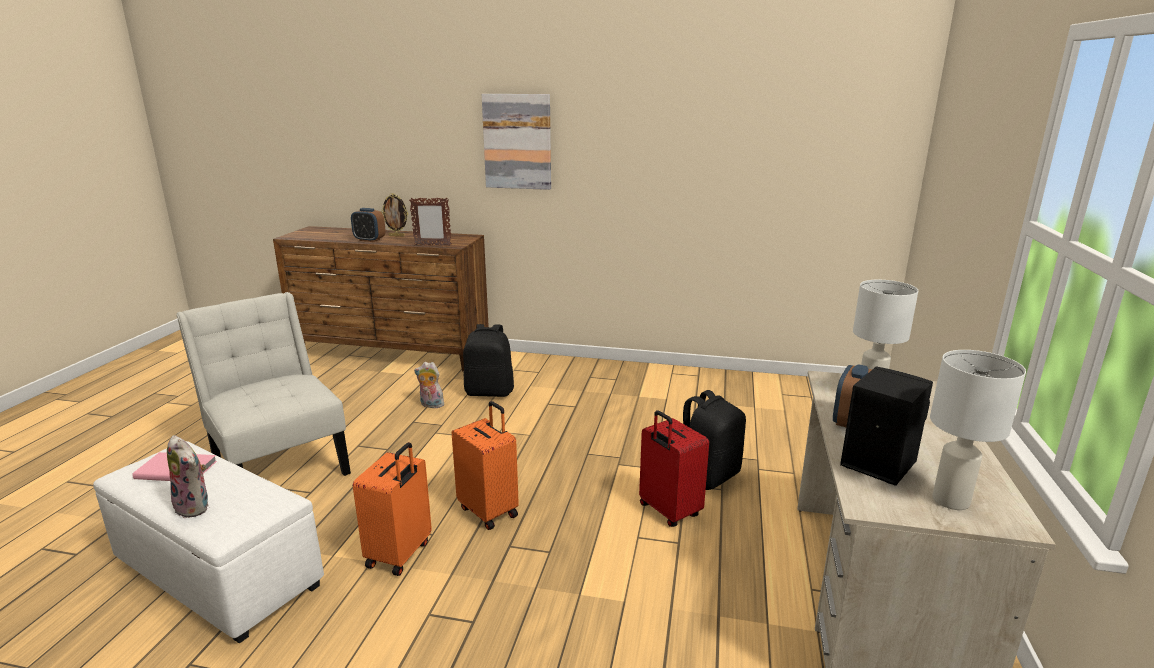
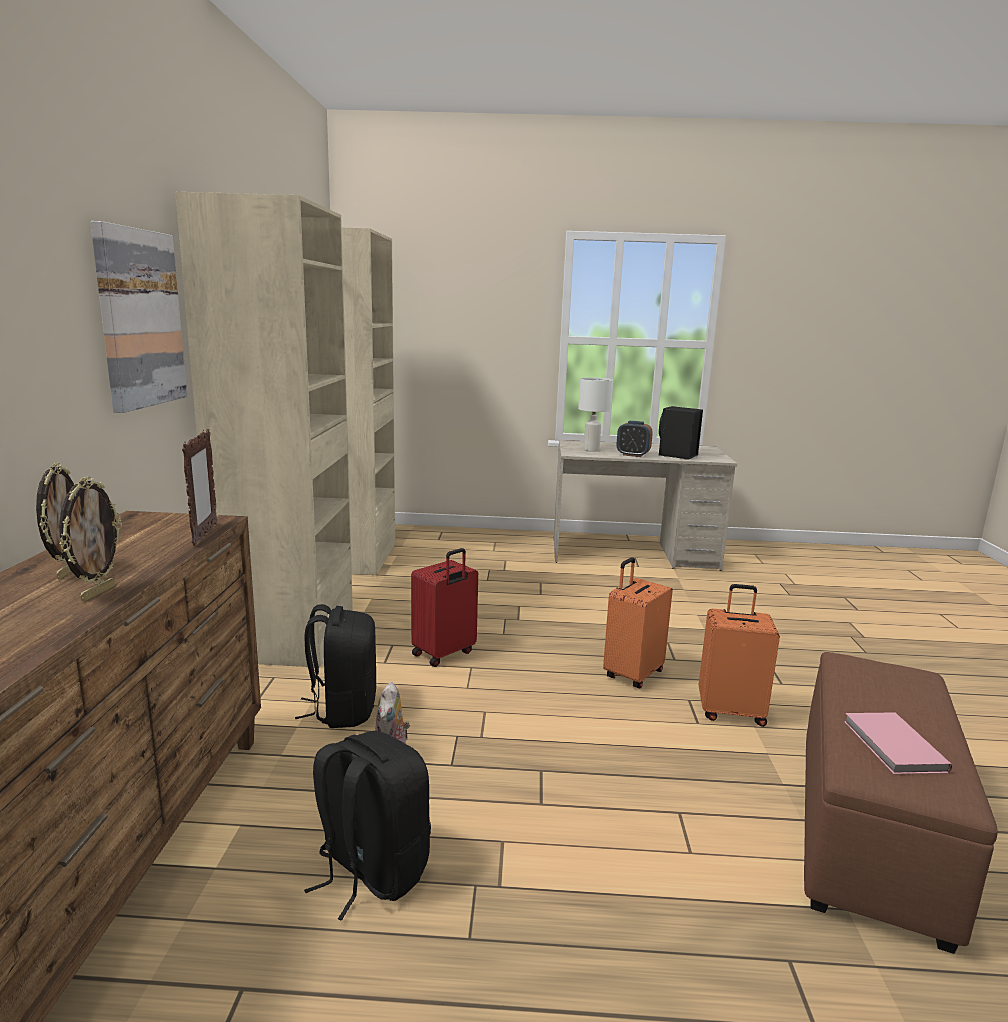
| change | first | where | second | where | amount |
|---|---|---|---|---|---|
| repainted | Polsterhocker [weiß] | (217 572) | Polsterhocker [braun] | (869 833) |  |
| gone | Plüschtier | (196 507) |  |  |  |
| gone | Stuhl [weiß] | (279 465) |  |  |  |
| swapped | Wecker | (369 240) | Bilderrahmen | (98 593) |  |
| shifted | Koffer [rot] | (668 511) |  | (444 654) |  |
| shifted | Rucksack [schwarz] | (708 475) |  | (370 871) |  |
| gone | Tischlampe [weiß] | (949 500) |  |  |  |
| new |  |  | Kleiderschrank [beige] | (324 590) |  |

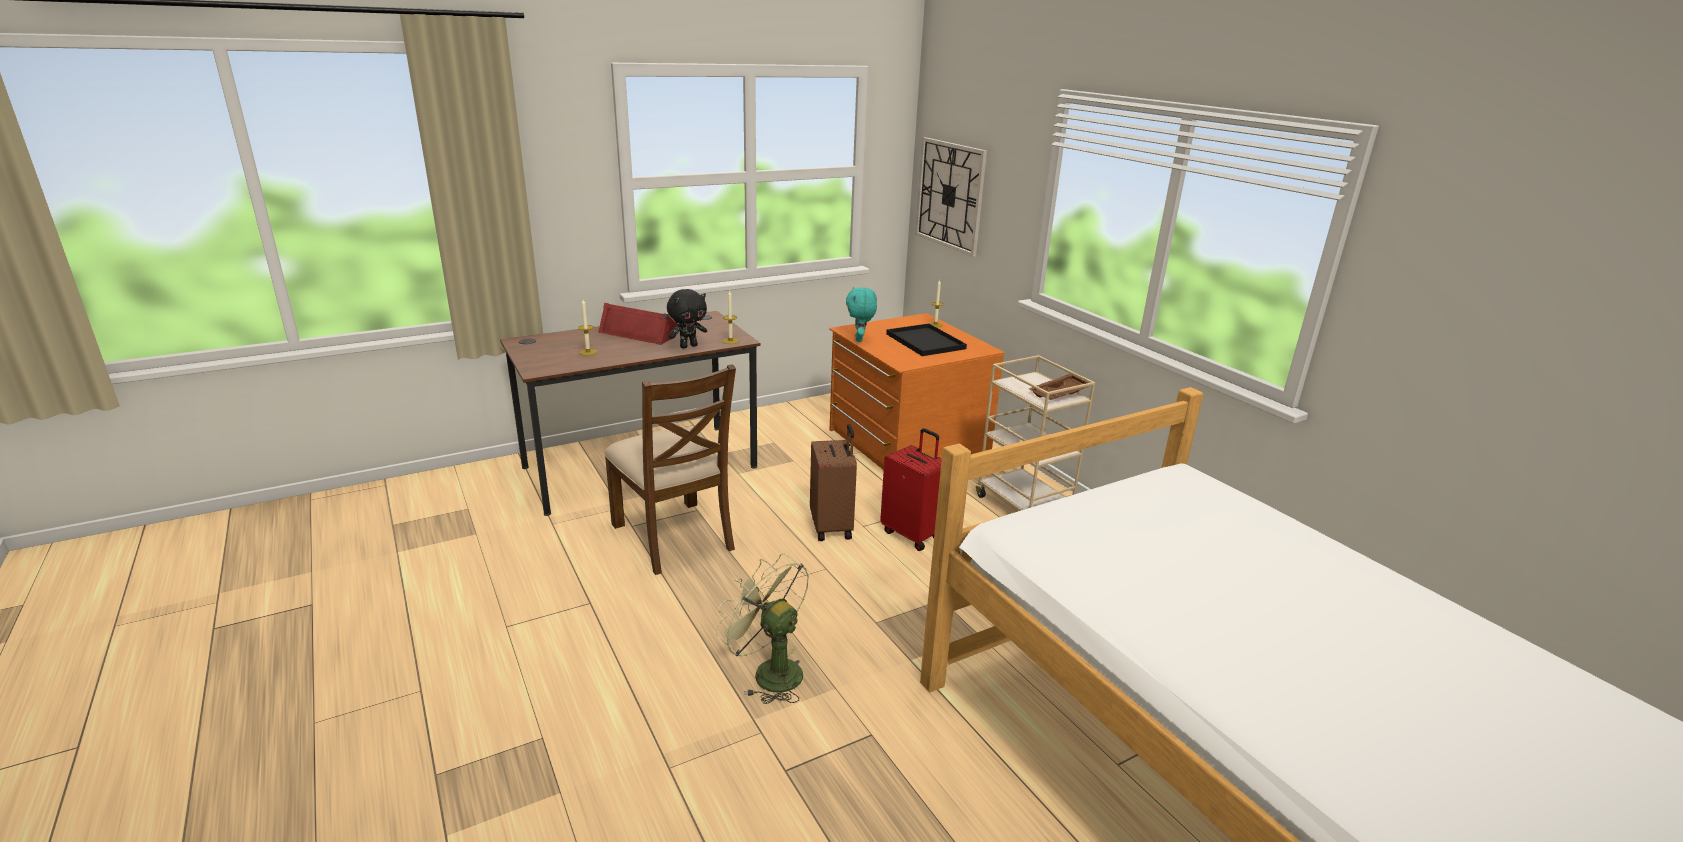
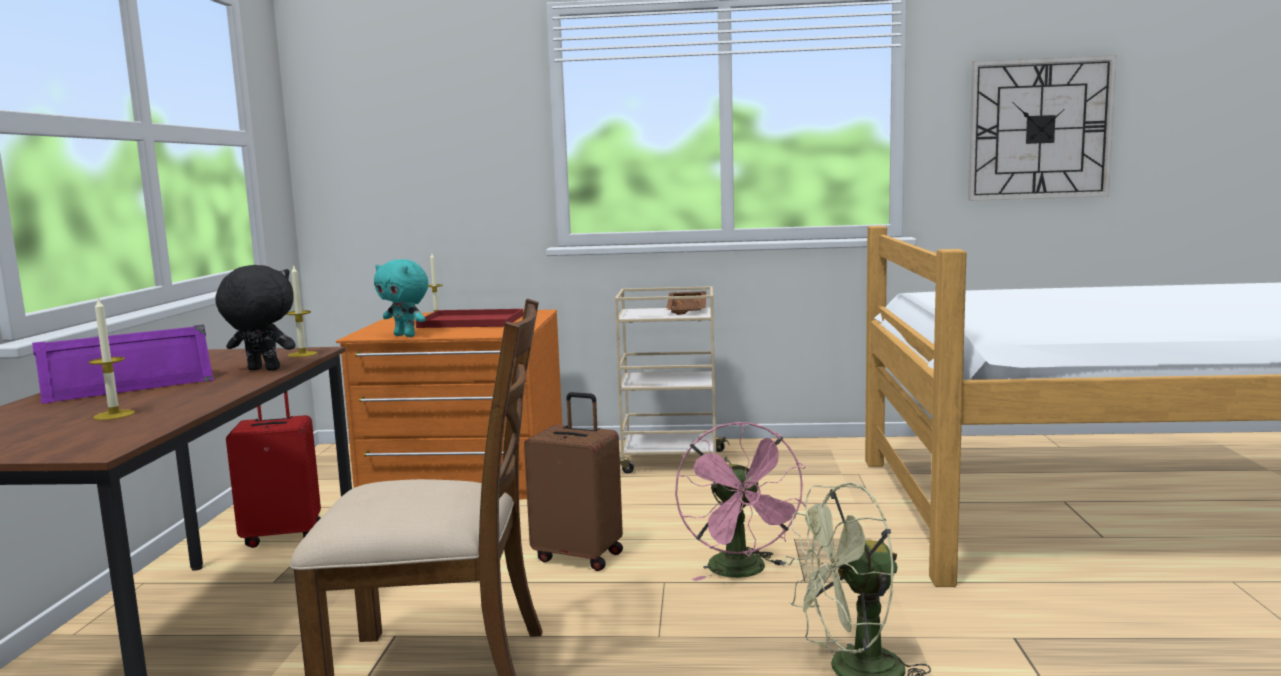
| change | first | where | second | where | amount |
|---|---|---|---|---|---|
| repainted | Lautsprecher [rot] | (639 333) | Lautsprecher [lila] | (128 385) |  |
| rotated | Plüschtier [schwarz] | (688 346) |  | (262 370) | 75 degrees counterclockwise |
| shifted | Koffer [rot] | (912 534) |  | (283 536) |  |
| repainted | Tablett [schwarz] | (924 341) | Tablett [rot] | (469 321) |  |
| shifted | Wanduhr | (950 195) |  | (1039 129) |  |
| new |  |  | Ventilator [rosa] | (743 572) |  |

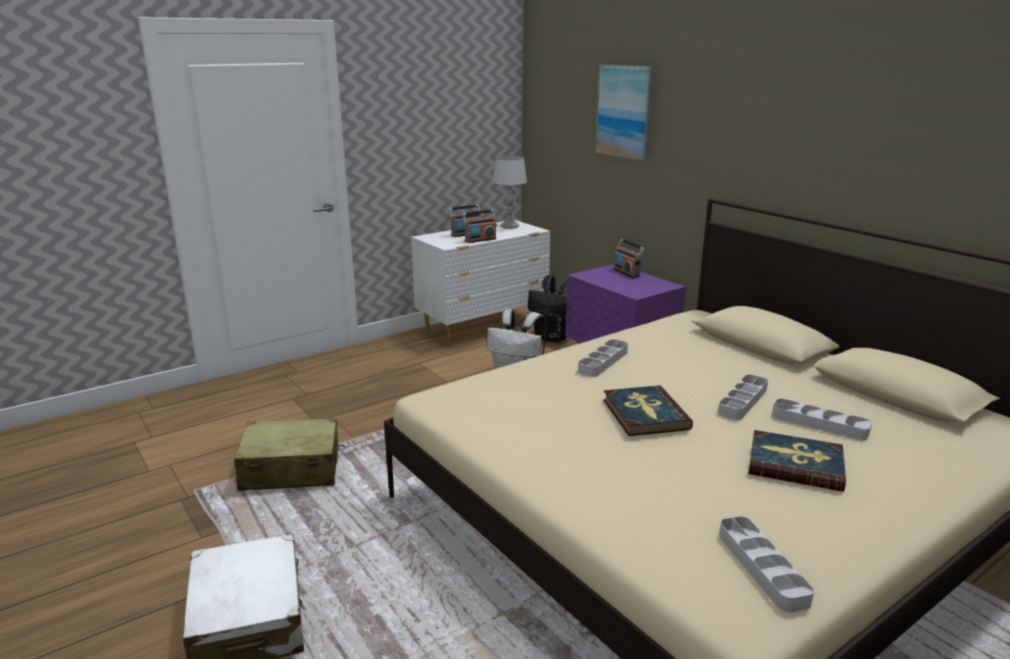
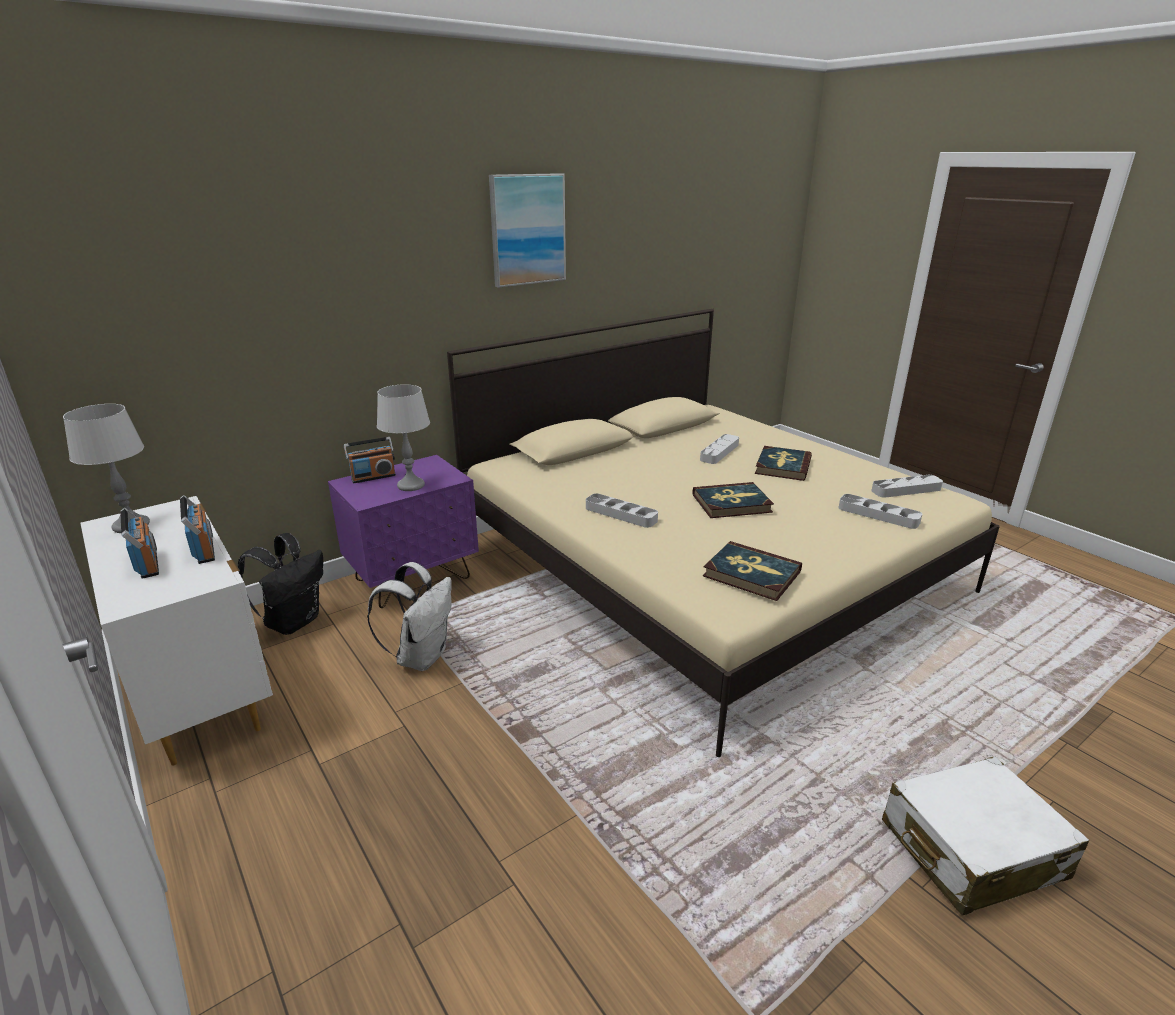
| change | first | where | second | where | amount |
|---|---|---|---|---|---|
| gone | Koffer [beige] | (291 469) |  |  |  |
| shifted | Bild | (625 111) |  | (527 230) |  |
| shifted | Tablett [grau] | (743 401) |  | (878 515) |  |
| new |  |  | Tischlampe [grau] | (411 485) |  |
| new |  |  | Buch | (751 574) |  |

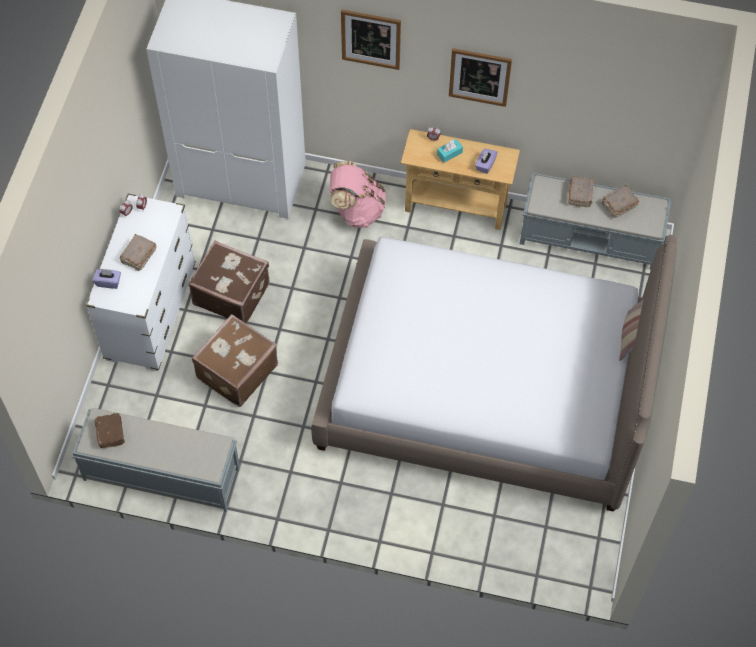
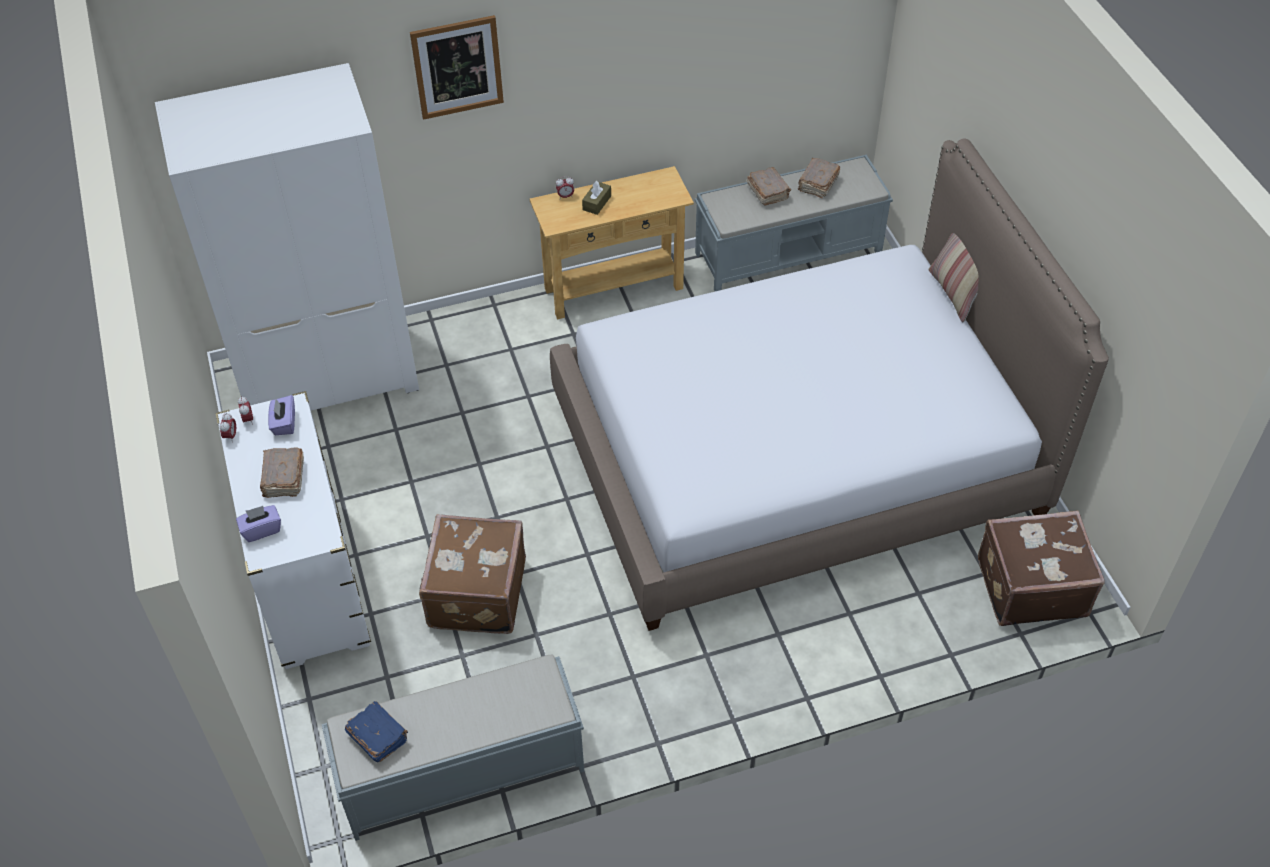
| change | first | where | second | where | amount |
|---|---|---|---|---|---|
| repainted | Buch [braun] | (111 433) | Buch [blau] | (377 736) |  |
| shifted | Koffer [braun] | (231 293) |  | (1030 586) |  |
| gone | Rucksack [rosa] | (357 210) |  |  |  |
| repainted | Taschentuchbox [türkis] | (449 153) | Taschentuchbox [braun] | (597 203) |  |
| gone | Bild | (479 77) |  |  |  |
| shifted | Taschentuchbox [lila] | (485 165) |  | (284 423) |  |

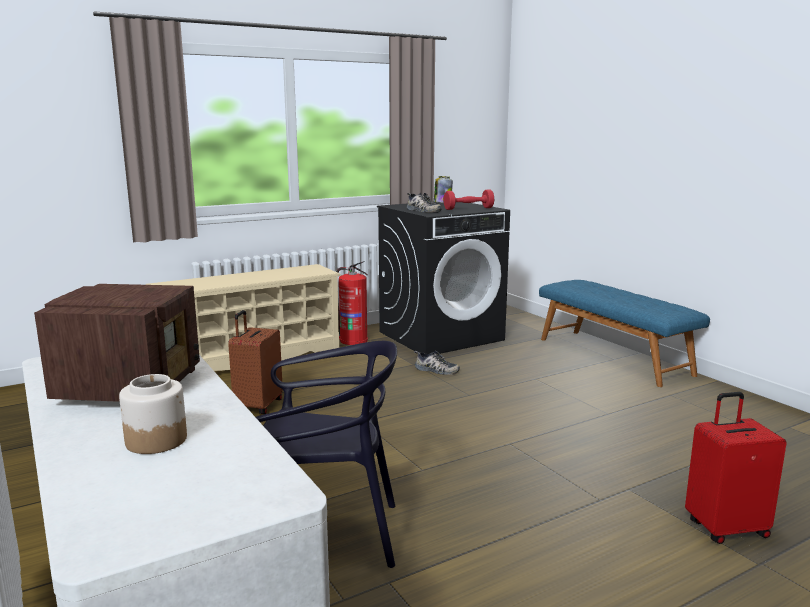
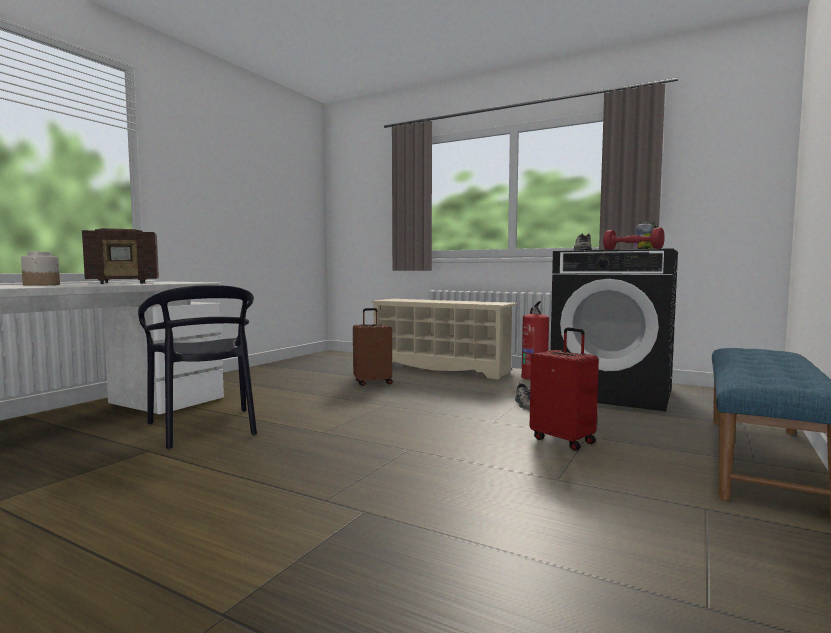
| change | first | where | second | where | amount |
|---|---|---|---|---|---|
| shifted | Koffer [rot] | (725 528) |  | (563 440) |  |

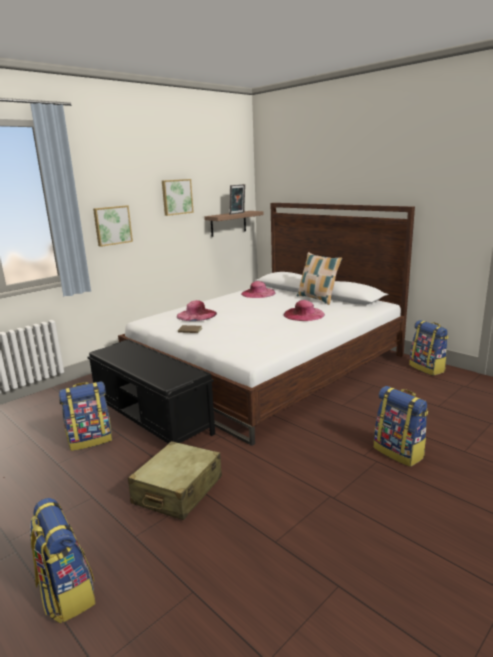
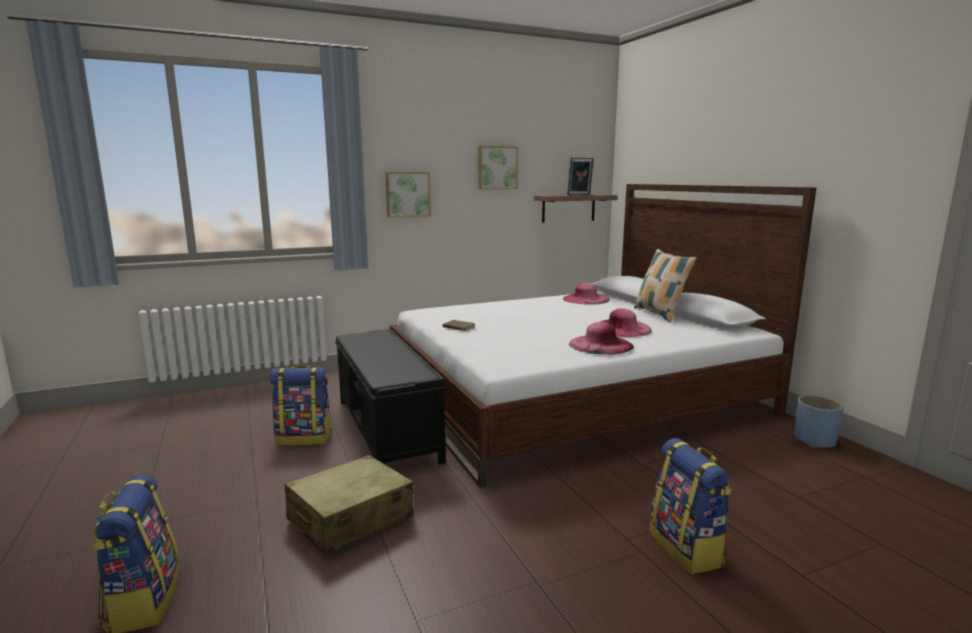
| change | first | where | second | where | amount |
|---|---|---|---|---|---|
| shifted | Hut [rosa] | (196 314) |  | (600 344) |  |
| swapped | Rucksack | (427 368) | Pflanzkübel [blau] | (814 440) |  |

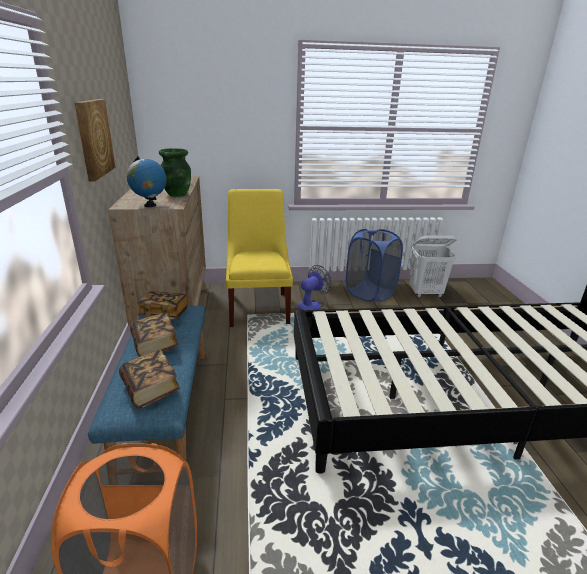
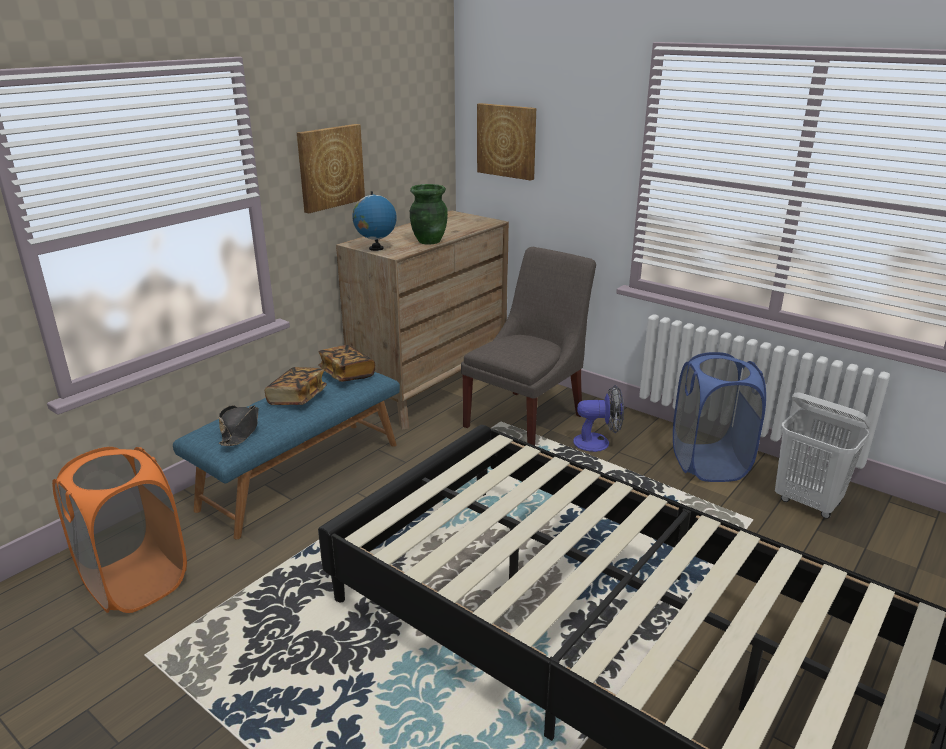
| change | first | where | second | where | amount |
|---|---|---|---|---|---|
| swapped | Buch | (151 389) | Hut [schwarz] | (240 431) |  |
| repainted | Stuhl [gelb] | (259 307) | Stuhl [grau] | (527 418) |  |
| new |  |  | Bild | (507 141) |  |

